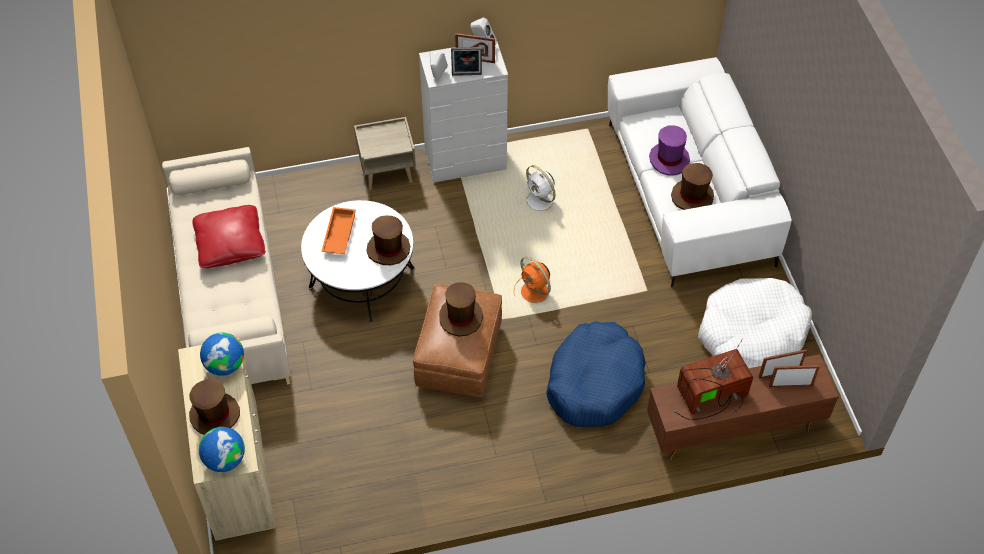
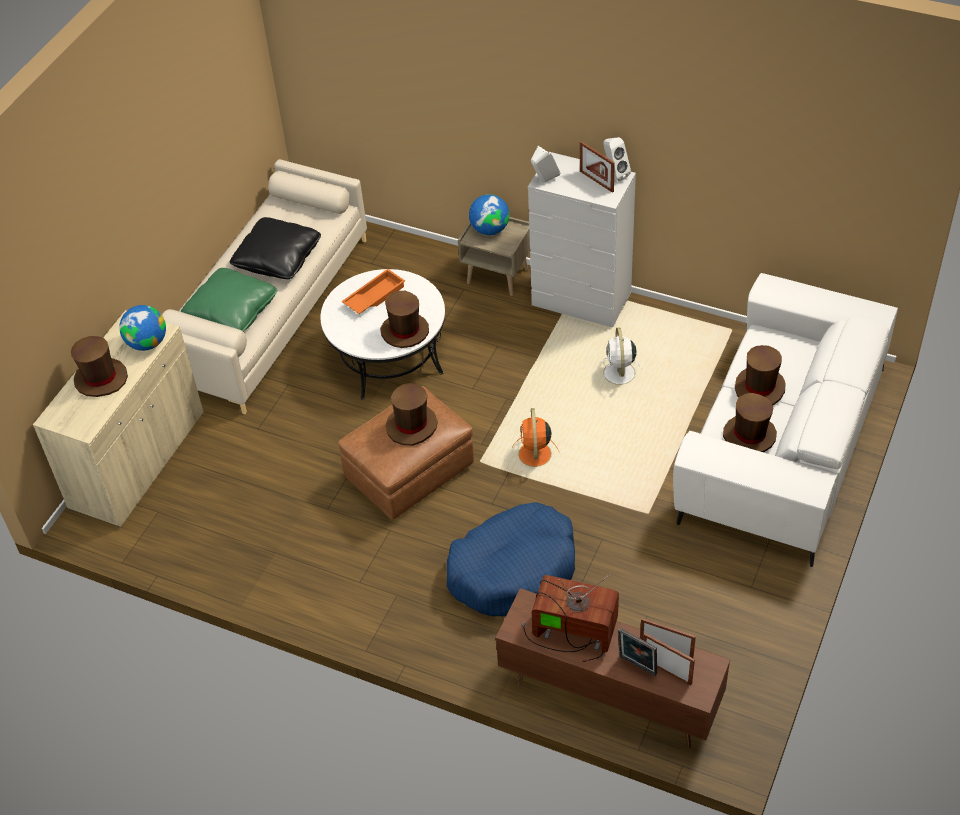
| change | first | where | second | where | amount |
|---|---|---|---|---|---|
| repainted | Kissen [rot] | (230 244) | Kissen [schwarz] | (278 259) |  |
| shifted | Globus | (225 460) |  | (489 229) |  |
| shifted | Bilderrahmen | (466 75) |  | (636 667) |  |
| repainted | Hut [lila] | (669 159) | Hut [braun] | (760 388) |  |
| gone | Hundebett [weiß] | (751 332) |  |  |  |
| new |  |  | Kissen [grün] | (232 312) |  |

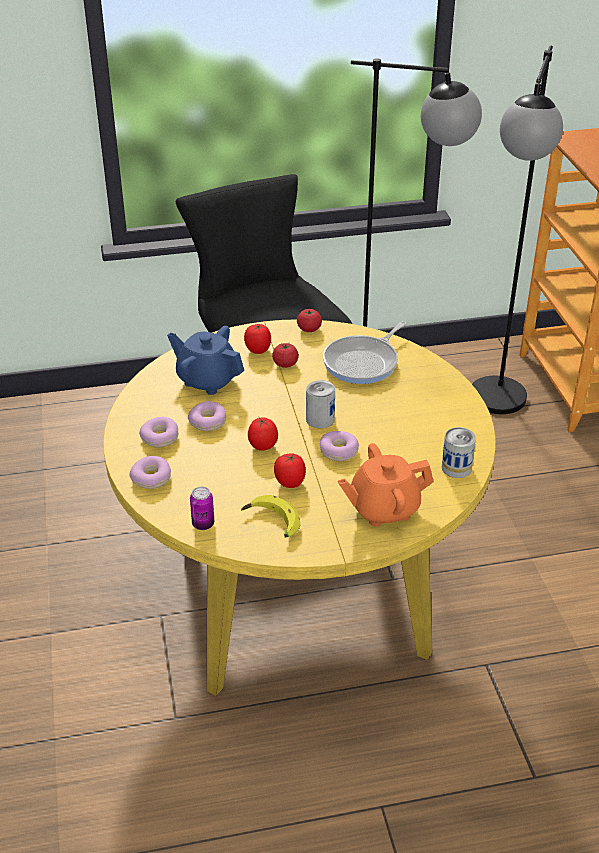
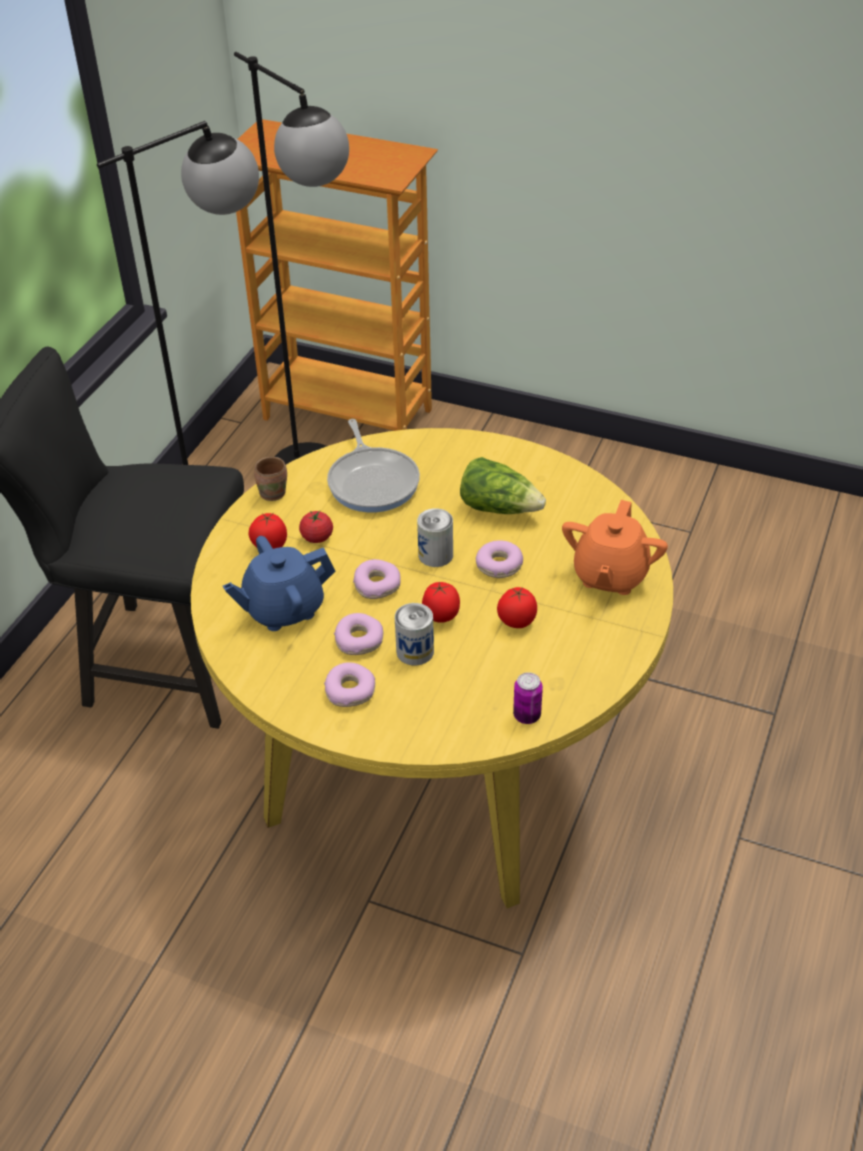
| change | first | where | second | where | amount |
|---|---|---|---|---|---|
| shifted | Donut | (151 478) |  | (377 585) |  |
| gone | Banane | (271 523) |  |  |  |
| swapped | Tomate | (309 329) | Henkelbecher [braun] | (273 492) |  |
| shifted | Dose | (456 468) |  | (415 651) |  |
| new |  |  | Salatkopf | (499 507) |  |

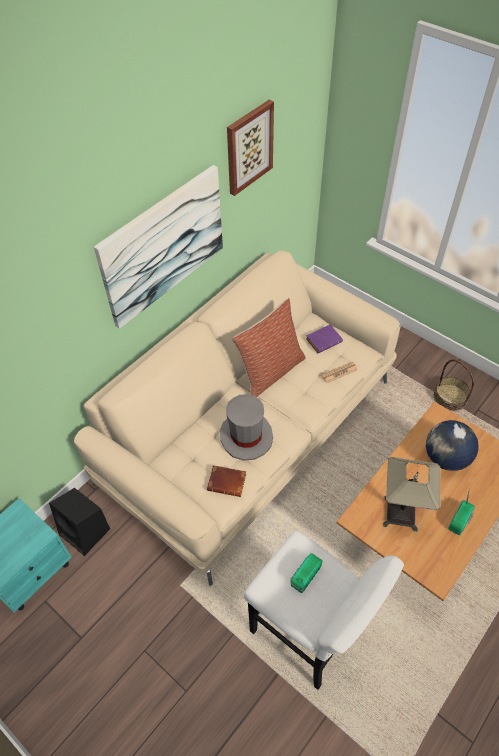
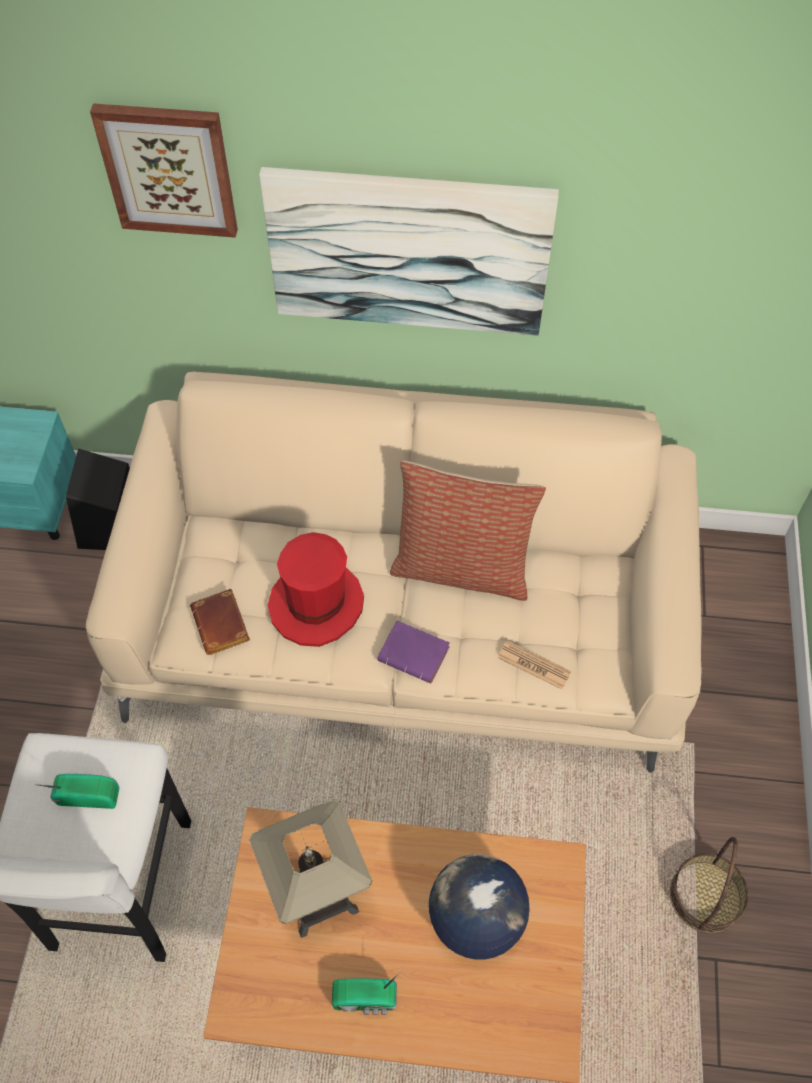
| change | first | where | second | where | amount |
|---|---|---|---|---|---|
| repainted | Hut [grau] | (246 436) | Hut [rot] | (316 604) |  |
| shifted | Bild | (249 147) |  | (169 169) |  |
| shifted | Buch [lila] | (324 340) |  | (416 654) |  |

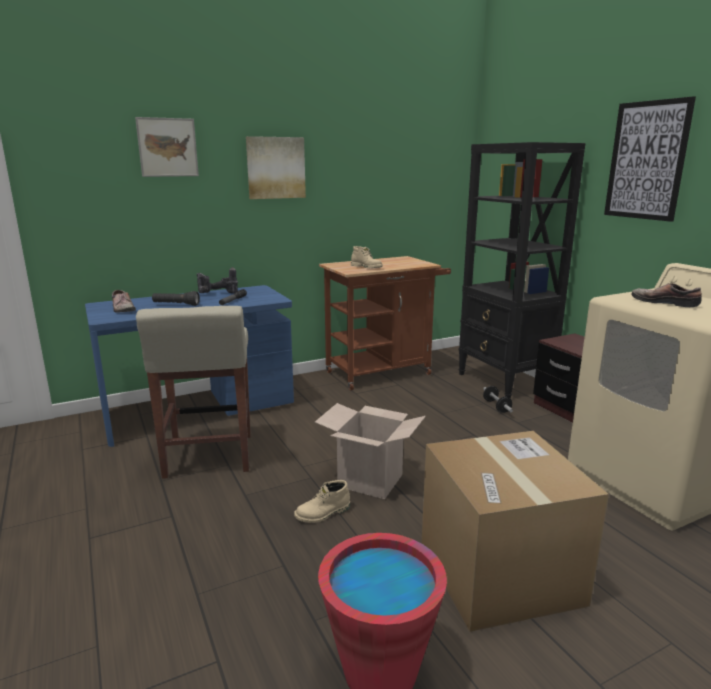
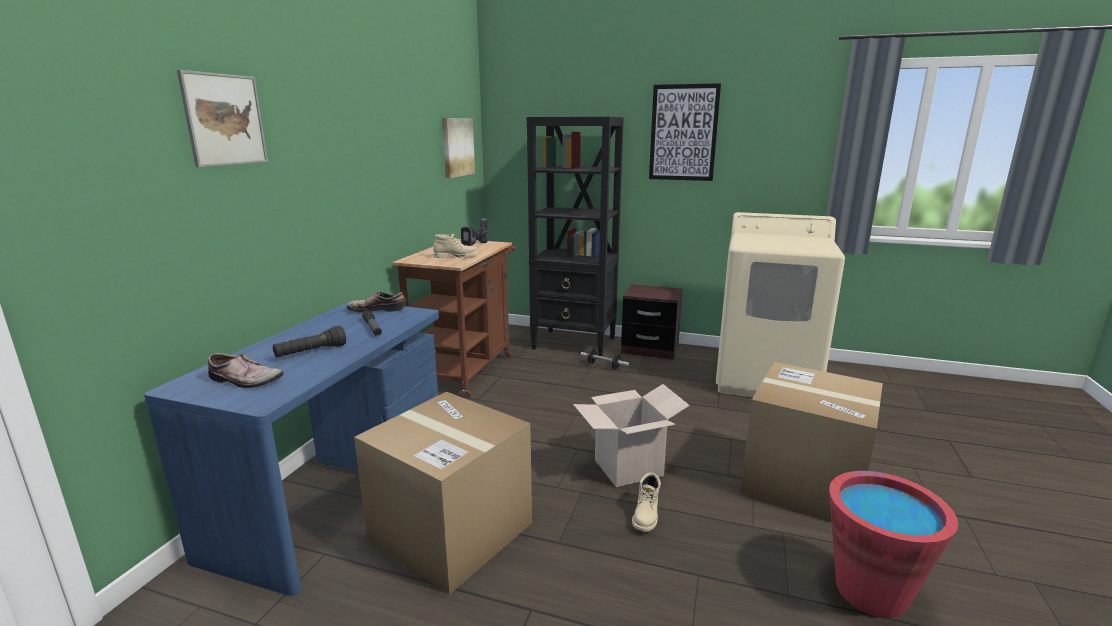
| change | first | where | second | where | amount |
|---|---|---|---|---|---|
| swapped | Hocker [beige] | (209 457) | Karton | (451 531) |  |
| shifted | Bohrmaschine | (217 294) |  | (476 245) |  |
| shifted | Bild | (275 168) |  | (457 147) |  |
| shifted | Schuh | (664 302) |  | (377 309) |  |

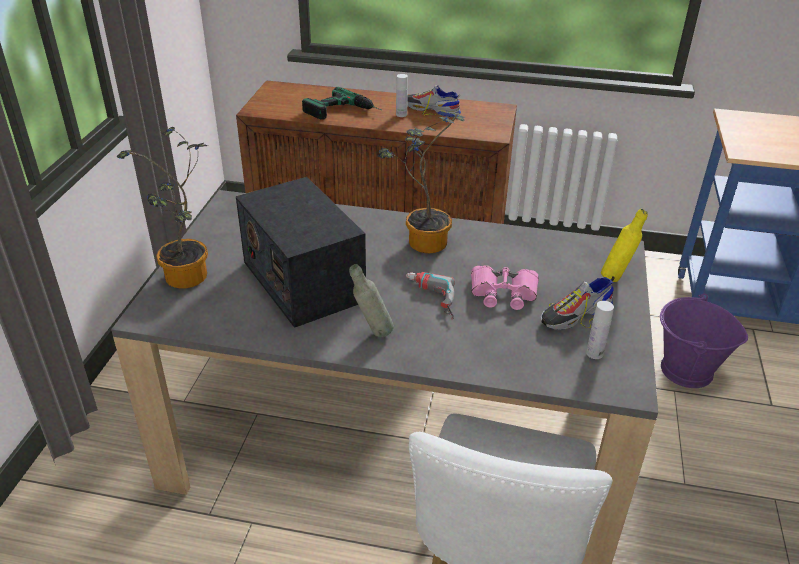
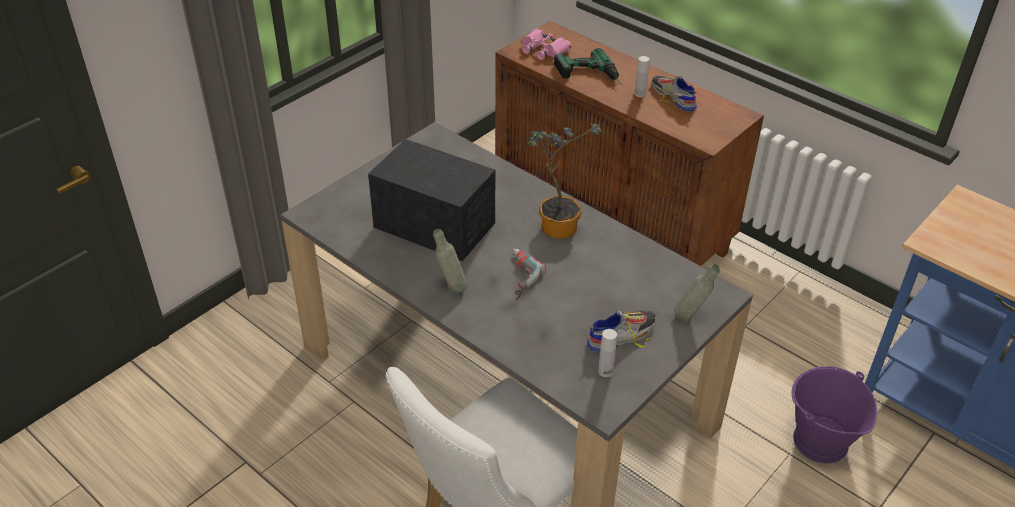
| change | first | where | second | where | amount |
|---|---|---|---|---|---|
| gone | Topfpflanze | (187 280) |  |  |  |
| rotated | Radio | (302 281) |  | (435 225) | 120 degrees clockwise |
| shifted | Fernglas [rosa] | (503 292) |  | (543 49) |  |
| rotated | Schuh | (575 315) |  | (622 335) | 150 degrees clockwise |
| repainted | Flasche [gelb] | (617 277) | Flasche [grau] | (691 317) |  |

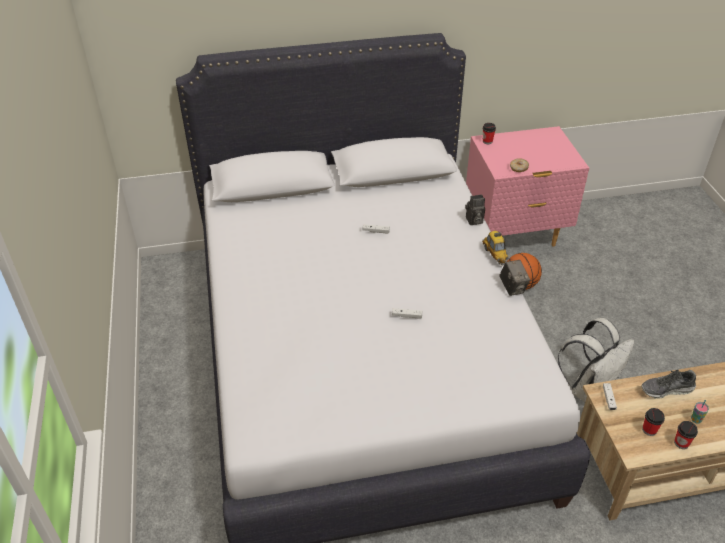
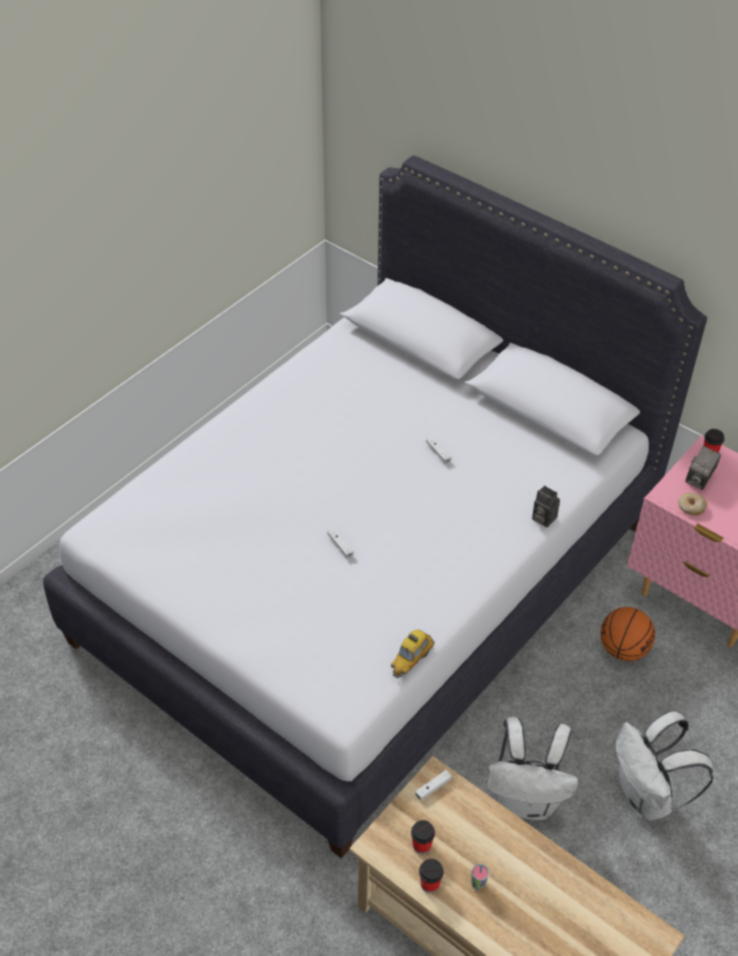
| change | first | where | second | where | amount |
|---|---|---|---|---|---|
| shifted | Spielzeugauto | (494 254) |  | (411 659) |  |
| shifted | Kamera | (512 288) |  | (699 479) |  |
| gone | Schuh | (666 389) |  |  |  |
| new |  |  | Rucksack [weiß] | (647 797) |  |

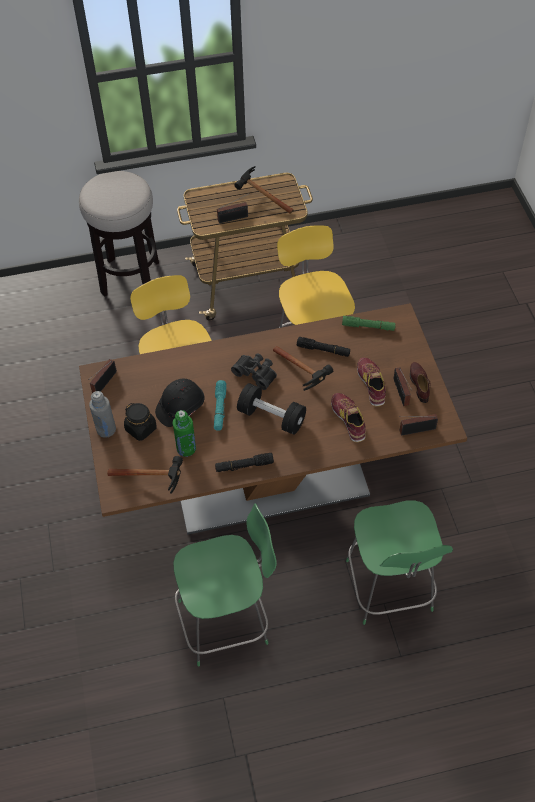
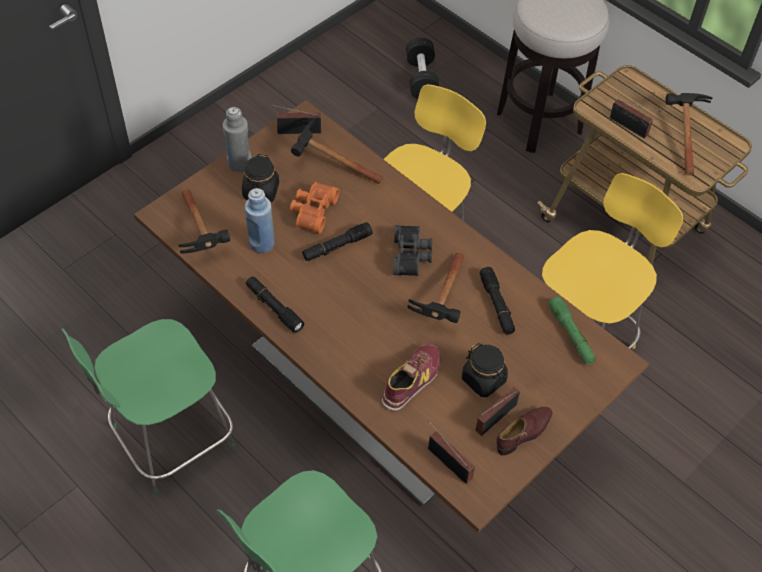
| change | first | where | second | where | amount |
|---|---|---|---|---|---|
| swapped | Schutzhelm [schwarz] | (180 408) | Fernglas [orange] | (312 211) |  |
| repainted | Flasche [grün] | (186 448) | Flasche [blau] | (262 243) |  |
| rotated | Stuhl [grün] | (226 621) |  | (170 441) | 105 degrees clockwise |
| repainted | Taschenlampe [türkis] | (219 408) | Taschenlampe [schwarz] | (337 246) |  |
| shifted | Hantel [schwarz] | (271 417) |  | (421 79) |  |
| swapped | Schuh | (371 384) | Vorratsglas [schwarz] | (484 380) |  |
| new |  |  | Hammer | (328 164) |  |

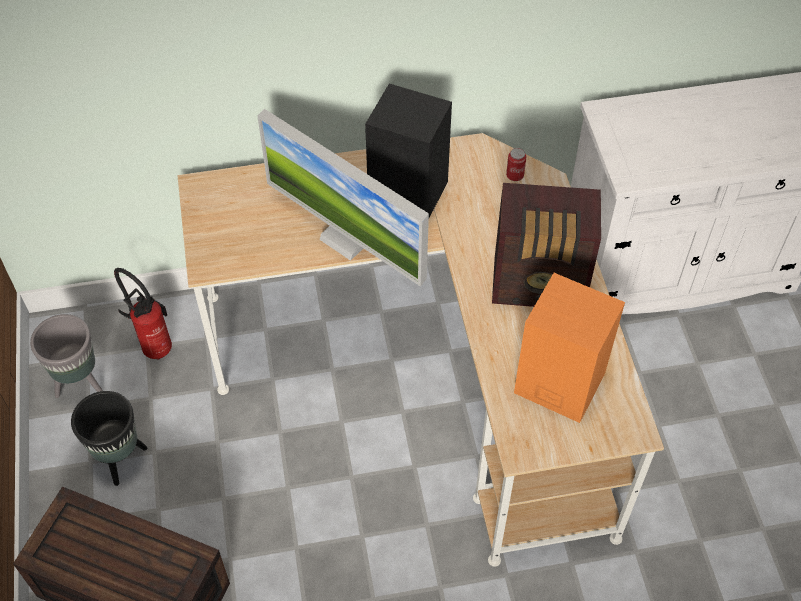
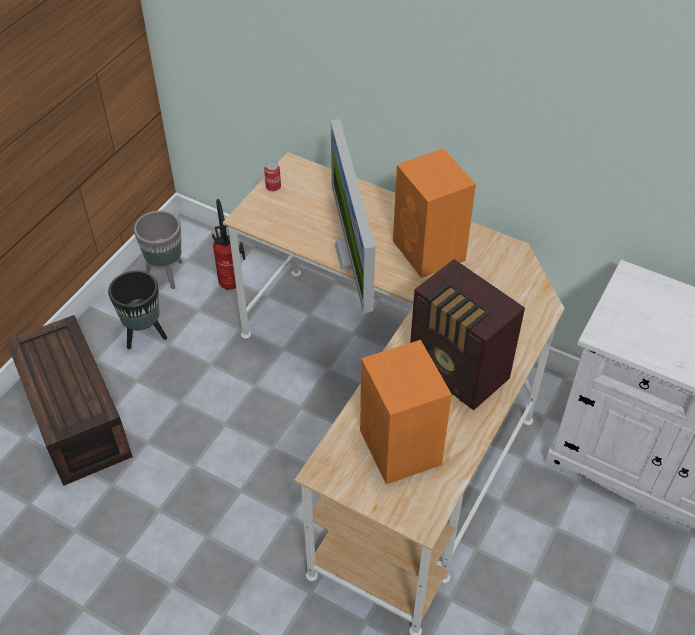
| change | first | where | second | where | amount |
|---|---|---|---|---|---|
| repainted | Lautsprecher [schwarz] | (410 193) | Lautsprecher [orange] | (429 252) |  |
| shifted | Dose | (514 175) |  | (273 187) |  |

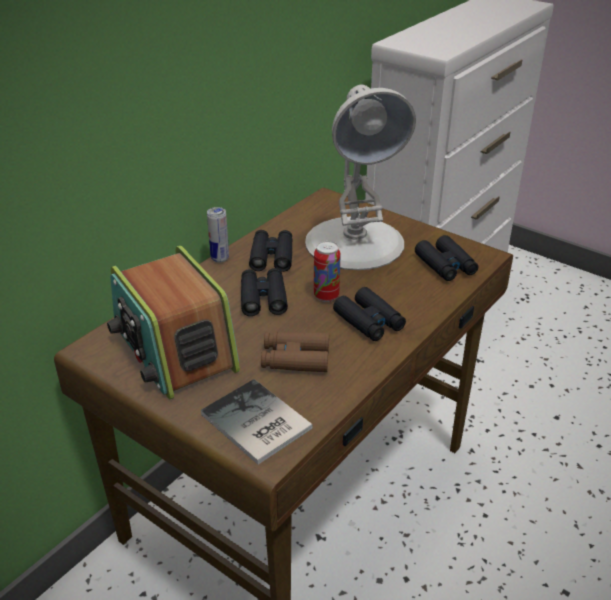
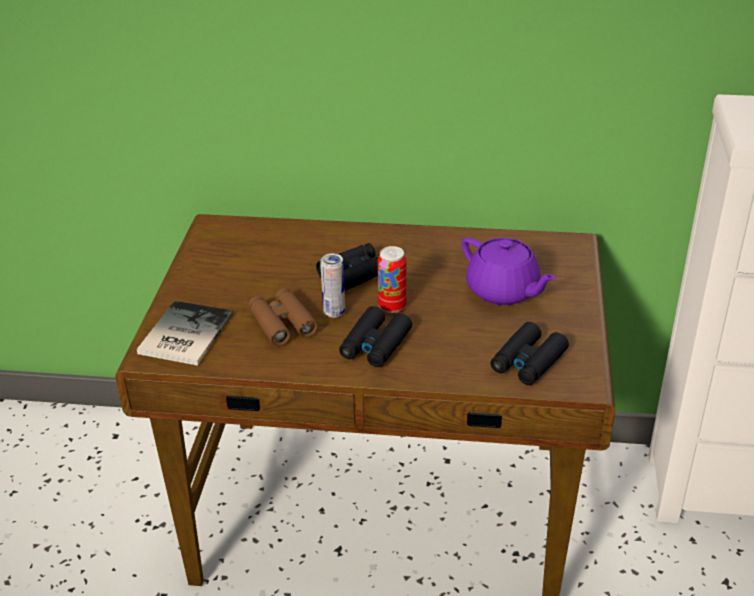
| change | first | where | second | where | amount |
|---|---|---|---|---|---|
| gone | Radio | (174 349) |  |  |  |
| shifted | Dose | (220 258) |  | (334 312) |  |
| gone | Fernglas [schwarz] | (272 256) |  |  |  |
| swapped | Tischlampe [weiß] | (355 244) | Teekanne [lila] | (503 291) |  |

